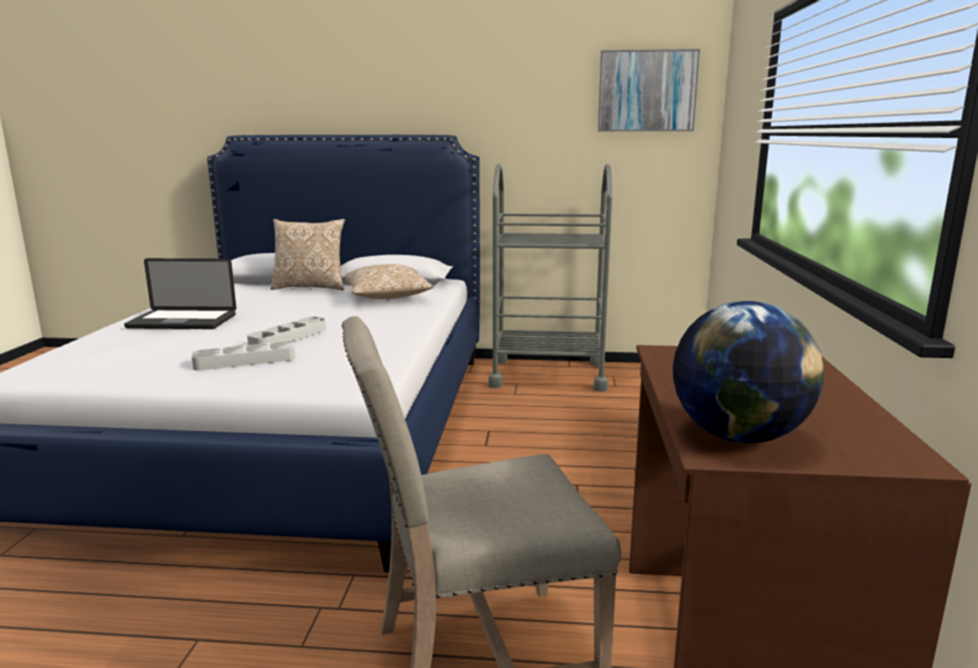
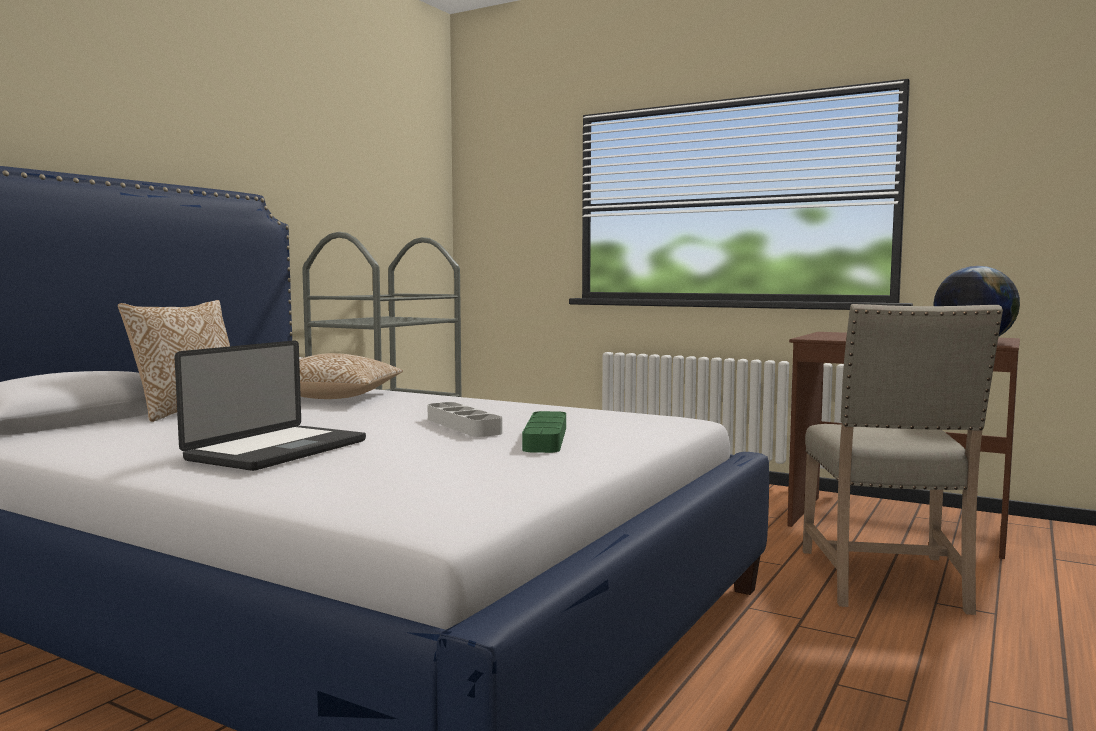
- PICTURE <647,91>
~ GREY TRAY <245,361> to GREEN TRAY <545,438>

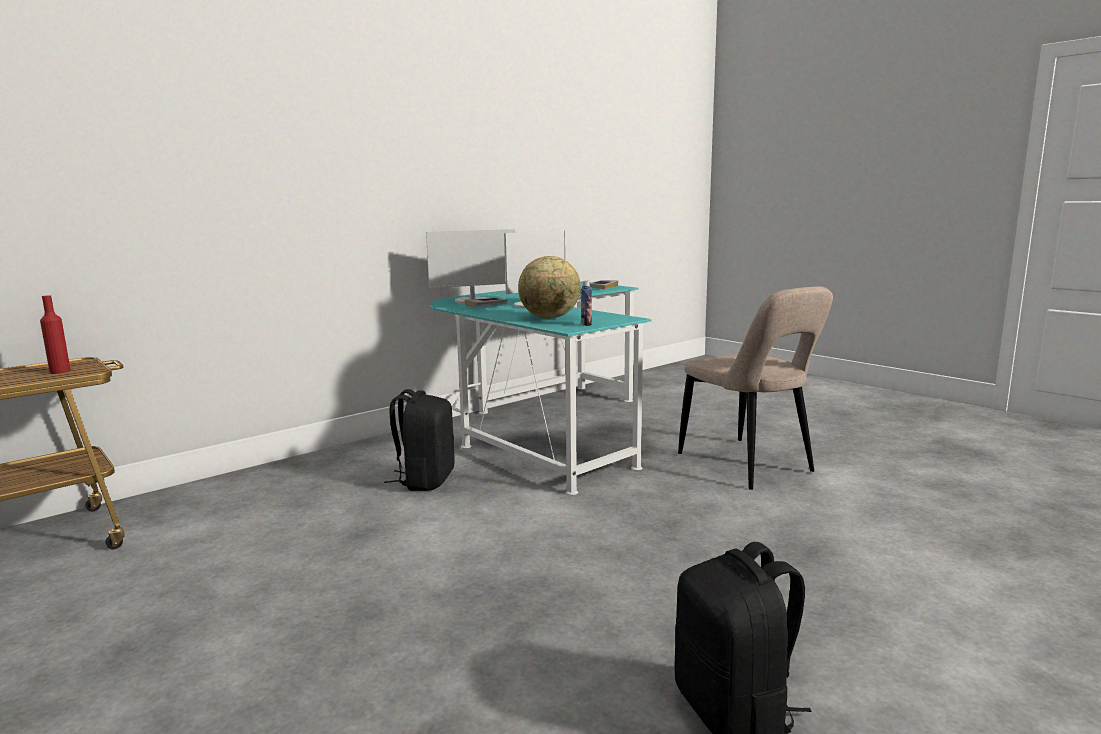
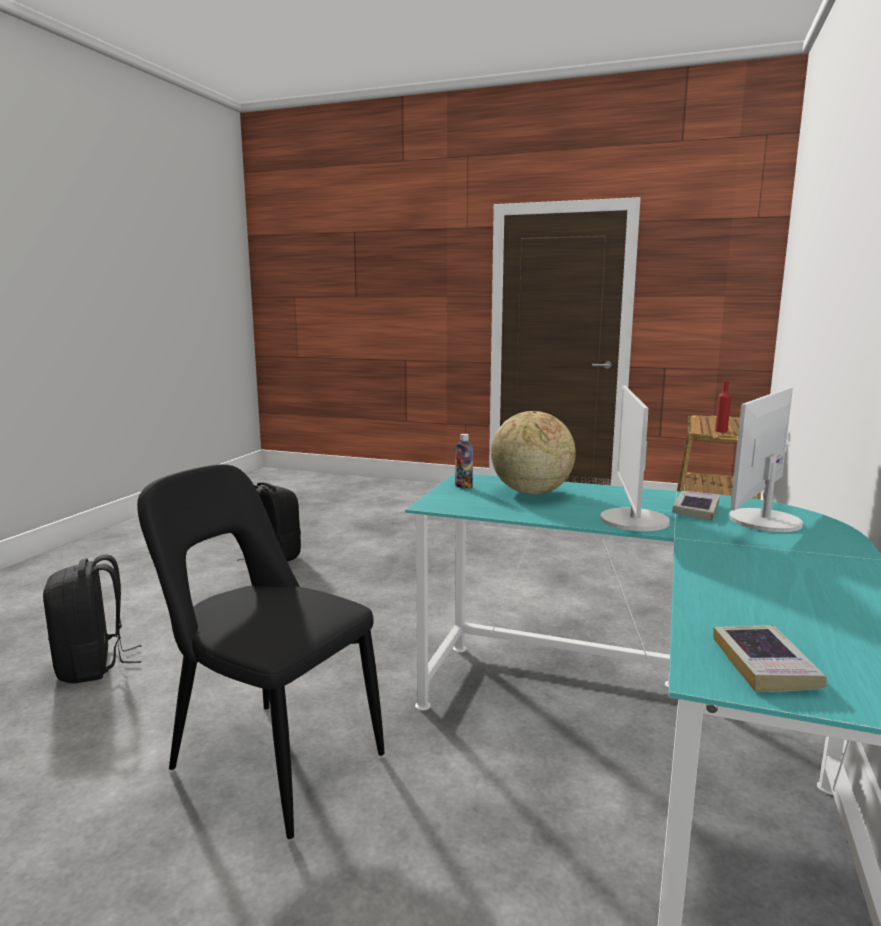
~ BEIGE CHAIR <749,465> to BLACK CHAIR <270,759>
~ BLACK BACKPACK <425,480> to <93,666>

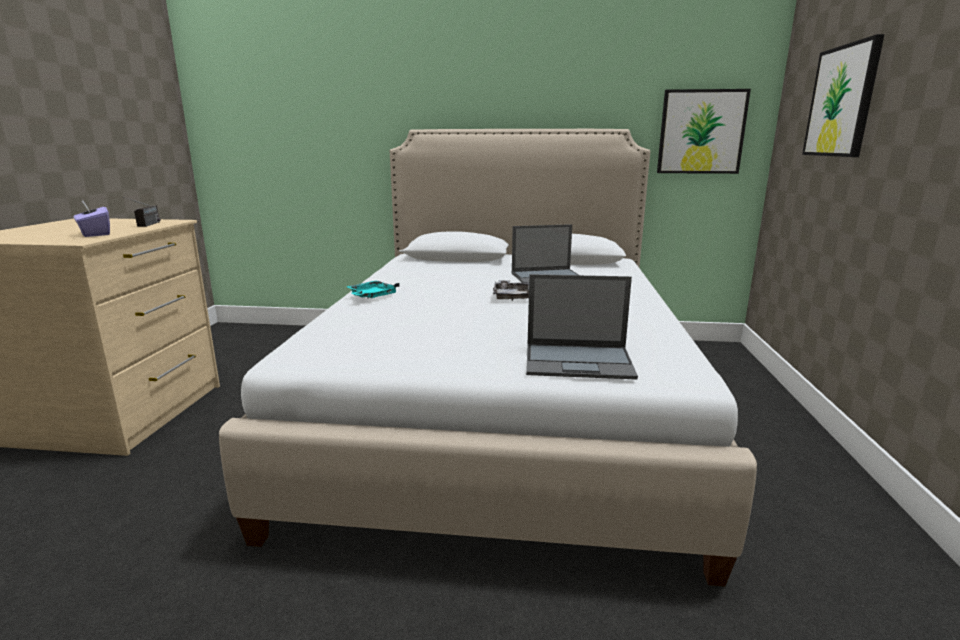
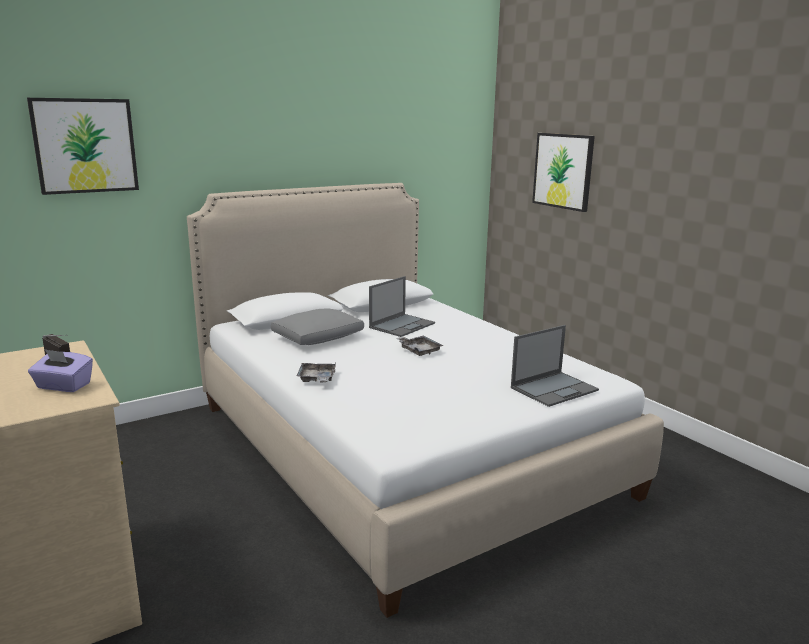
~ PICTURE <701,132> to <85,146>
~ TURQUOISE TRAY <371,296> to GREY TRAY <317,379>
+ GREY PILLOW <318,337>

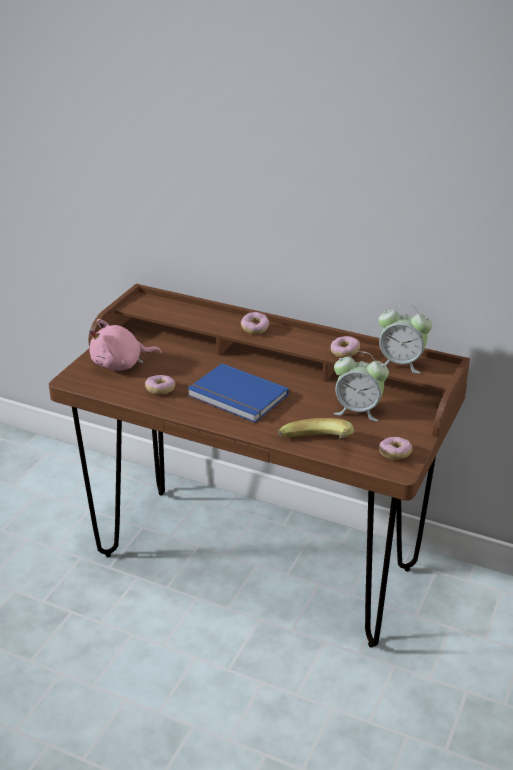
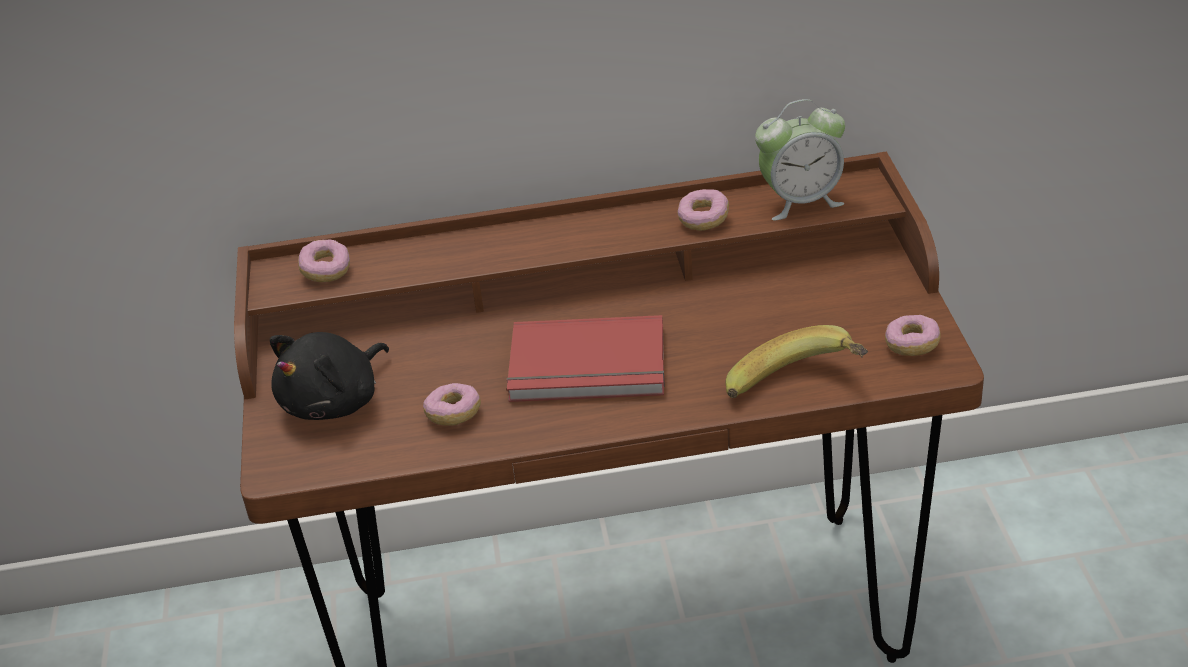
~ DONUT <255,329> to <326,271>
~ PINK PLUSH TOY <121,364> to BLACK PLUSH TOY <335,401>
- ALARM CLOCK <358,410>
~ BLUE BOOK <236,397> to RED BOOK <588,367>

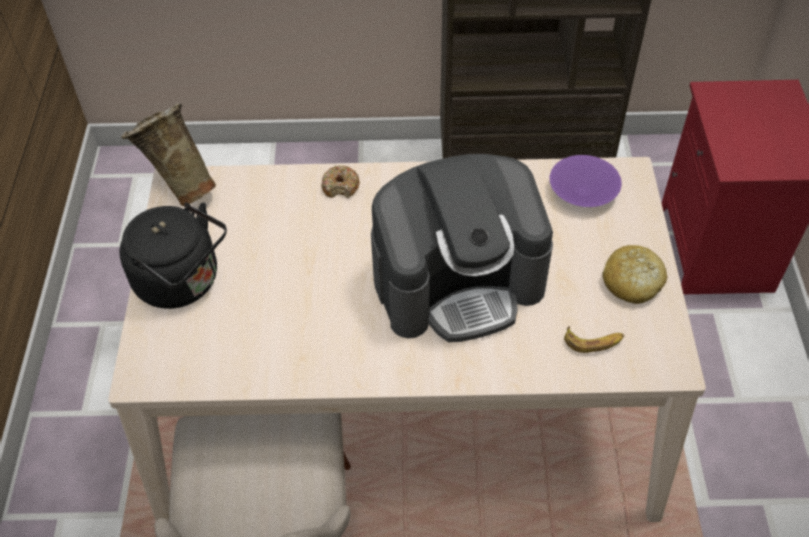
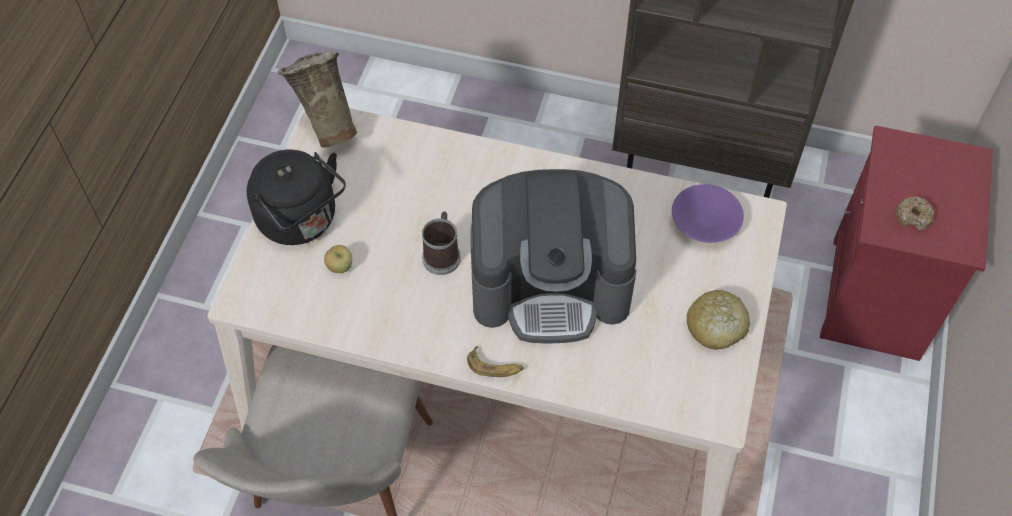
~ DONUT <341,187> to <913,217>
~ BANANA <593,341> to <495,366>
+ MUG <442,255>
+ APPLE <340,267>

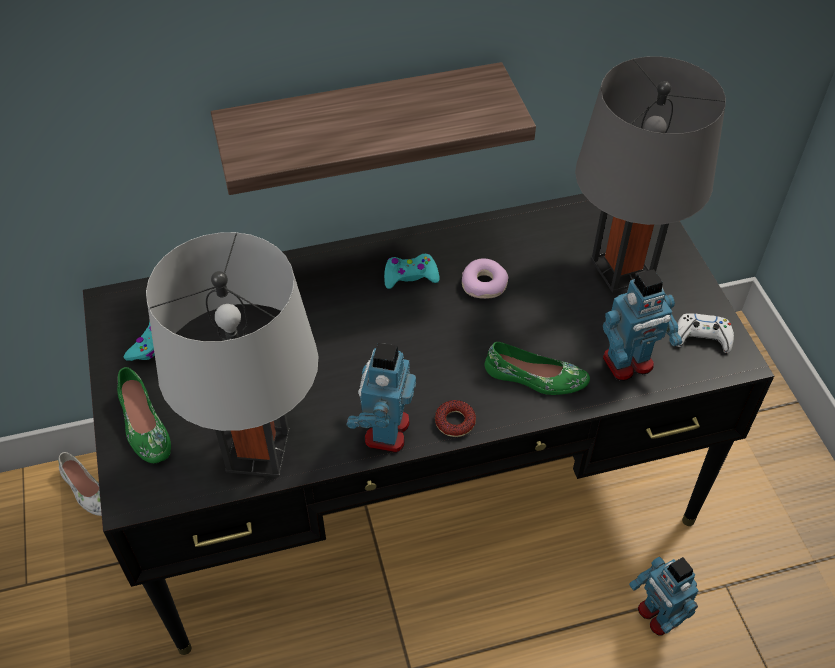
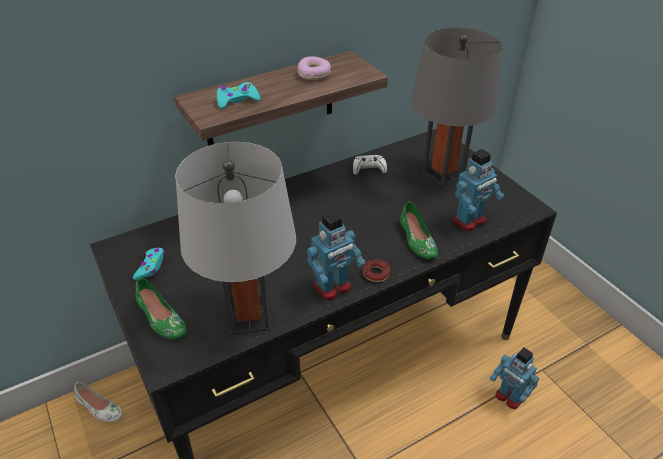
~ TURQUOISE GAME CONTROLLER <410,276> to <237,100>
~ DONUT <484,284> to <314,74>
~ WHITE GAME CONTROLLER <701,338> to <369,169>
~ GREEN SHOE <535,378> = <416,239> 75 degrees clockwise
~ TOY ROBOT <385,431> = <333,288> 120 degrees counterclockwise

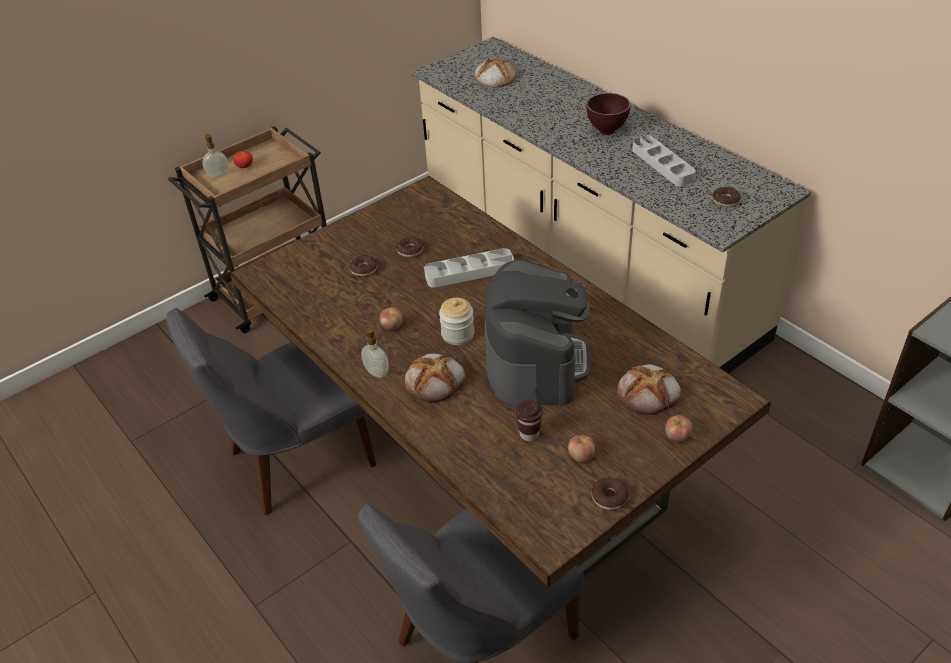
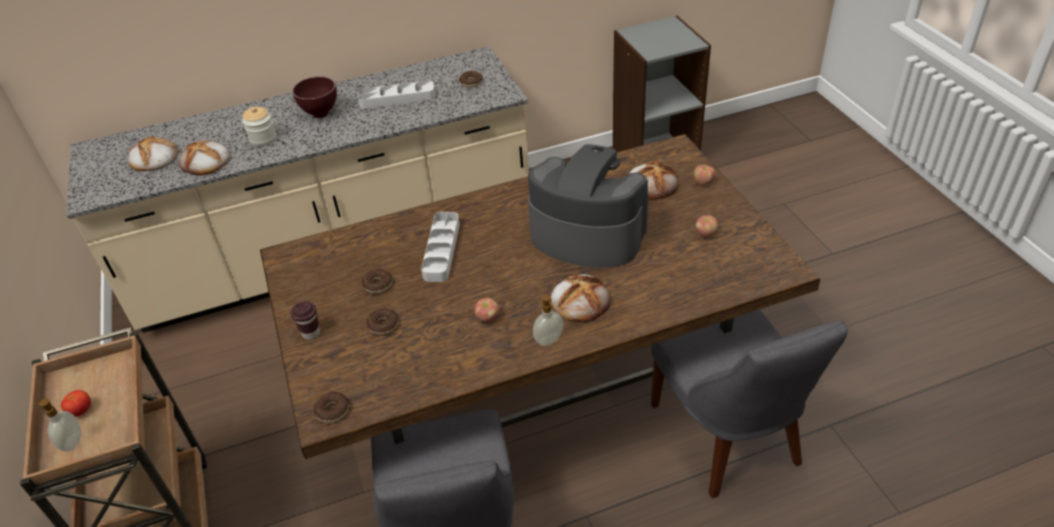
~ JAR <458,334> to <263,139>
~ BROWN CUP <529,434> to <311,333>
~ DONUT <609,497> to <332,411>
+ BREAD <205,162>

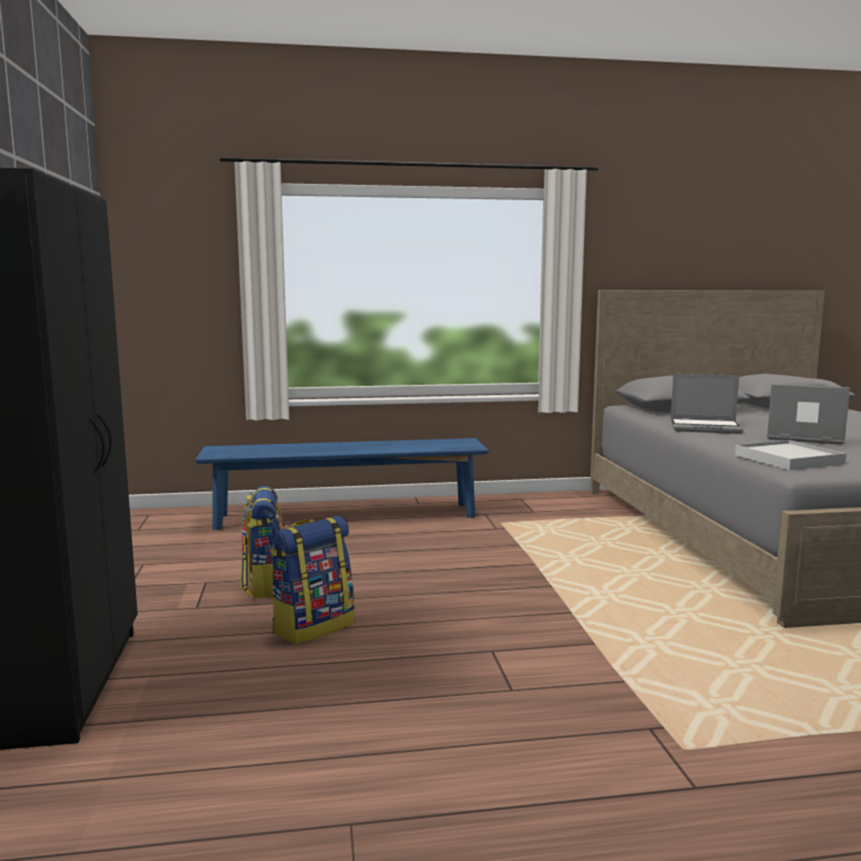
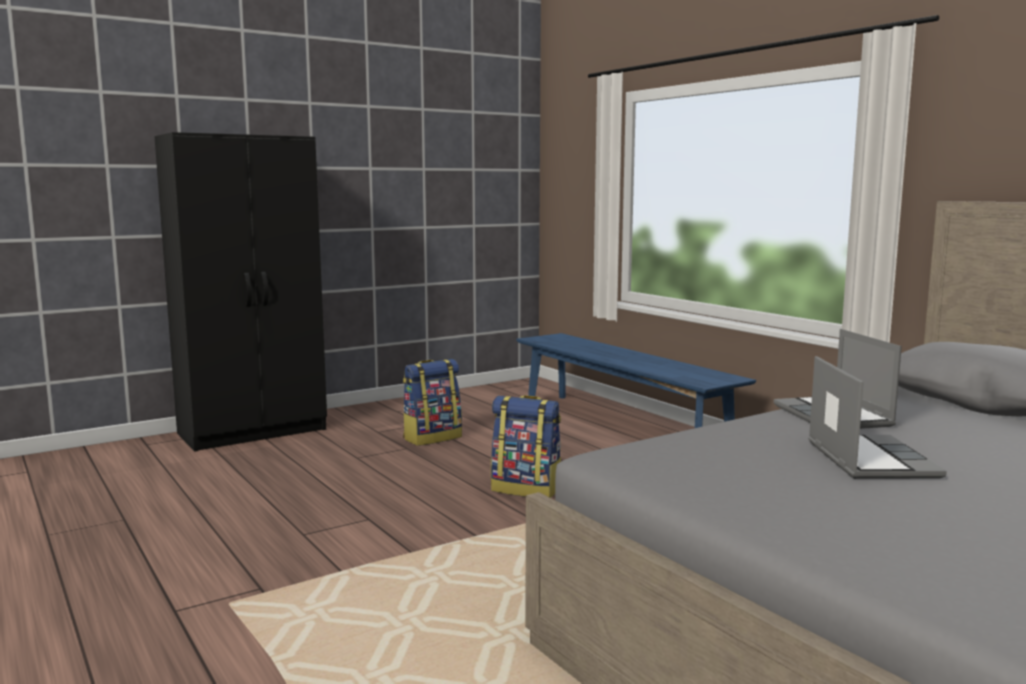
- WHITE TRAY <789,459>
~ BACKPACK <313,627> to <527,489>

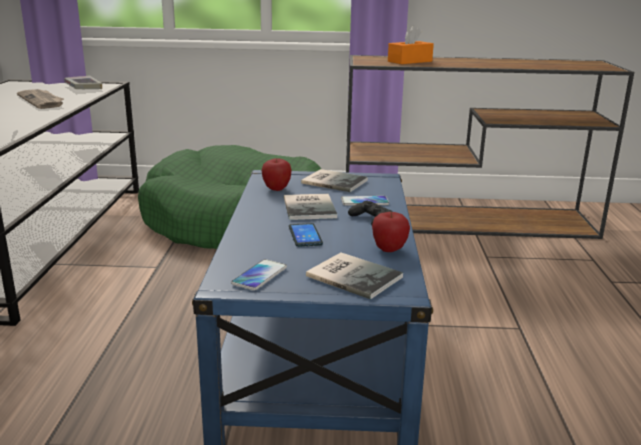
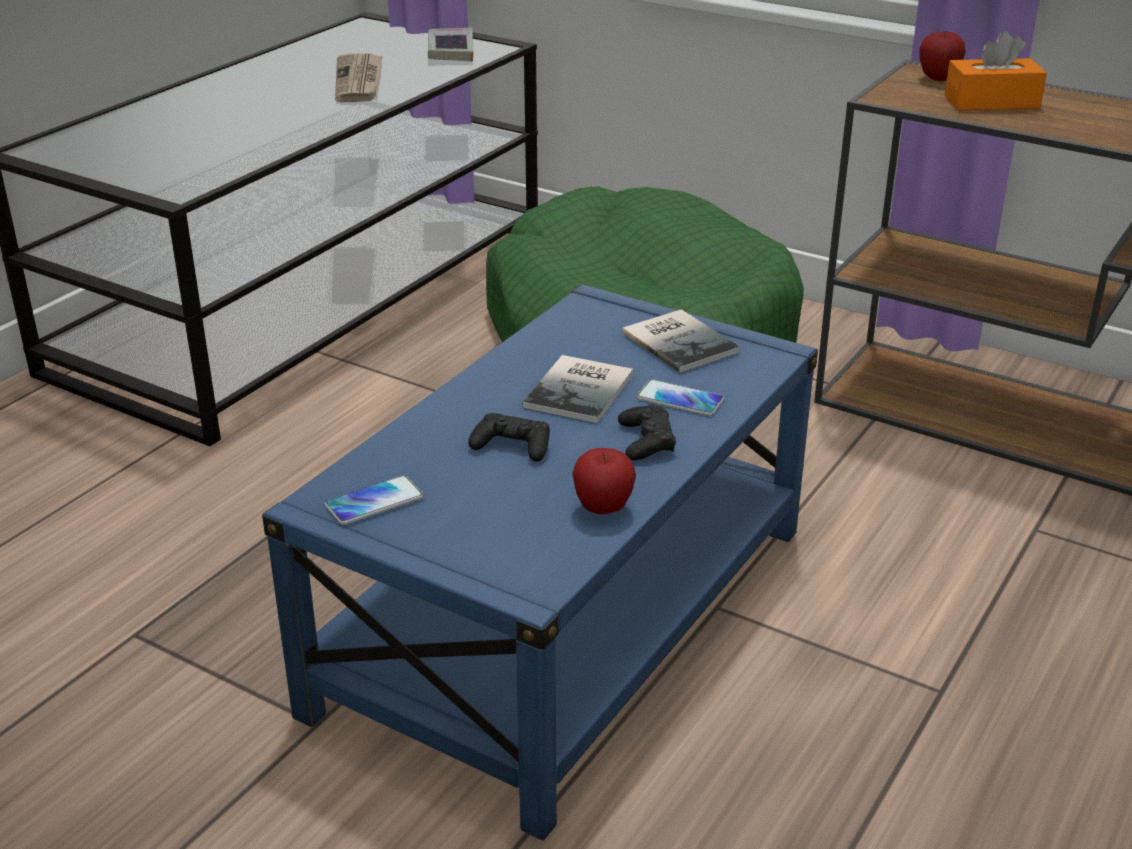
~ APPLE <276,189> to <938,79>
~ PHONE <305,235> to BLACK GAME CONTROLLER <512,445>
- BOOK <353,275>

